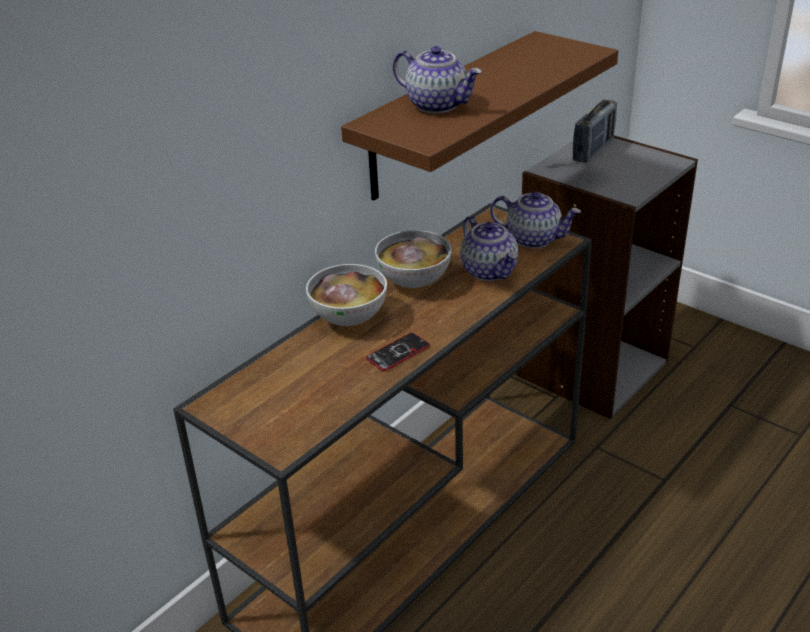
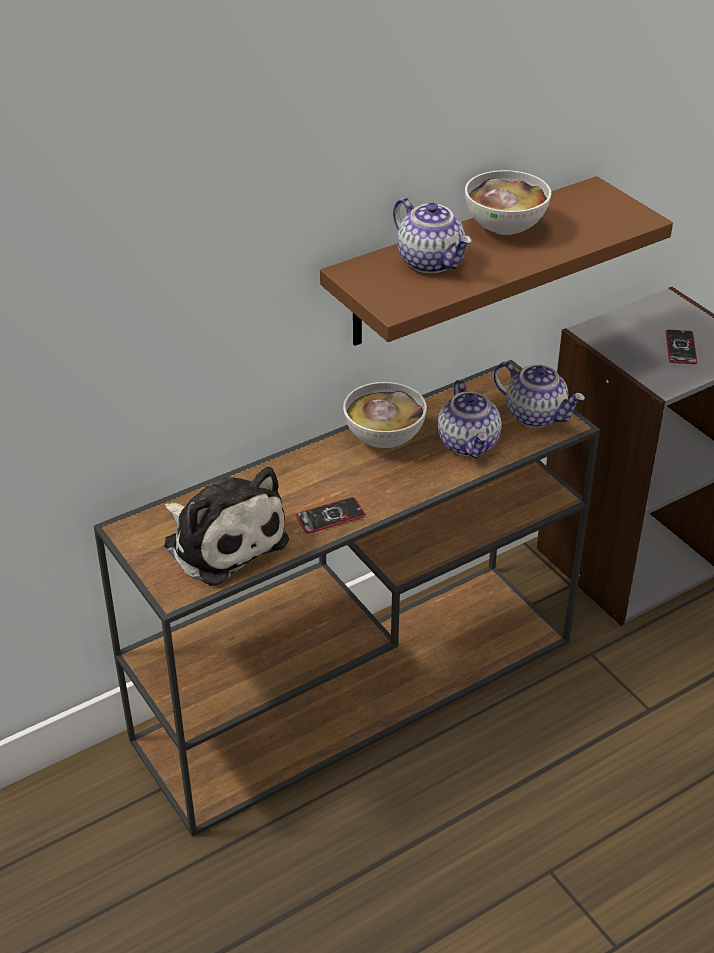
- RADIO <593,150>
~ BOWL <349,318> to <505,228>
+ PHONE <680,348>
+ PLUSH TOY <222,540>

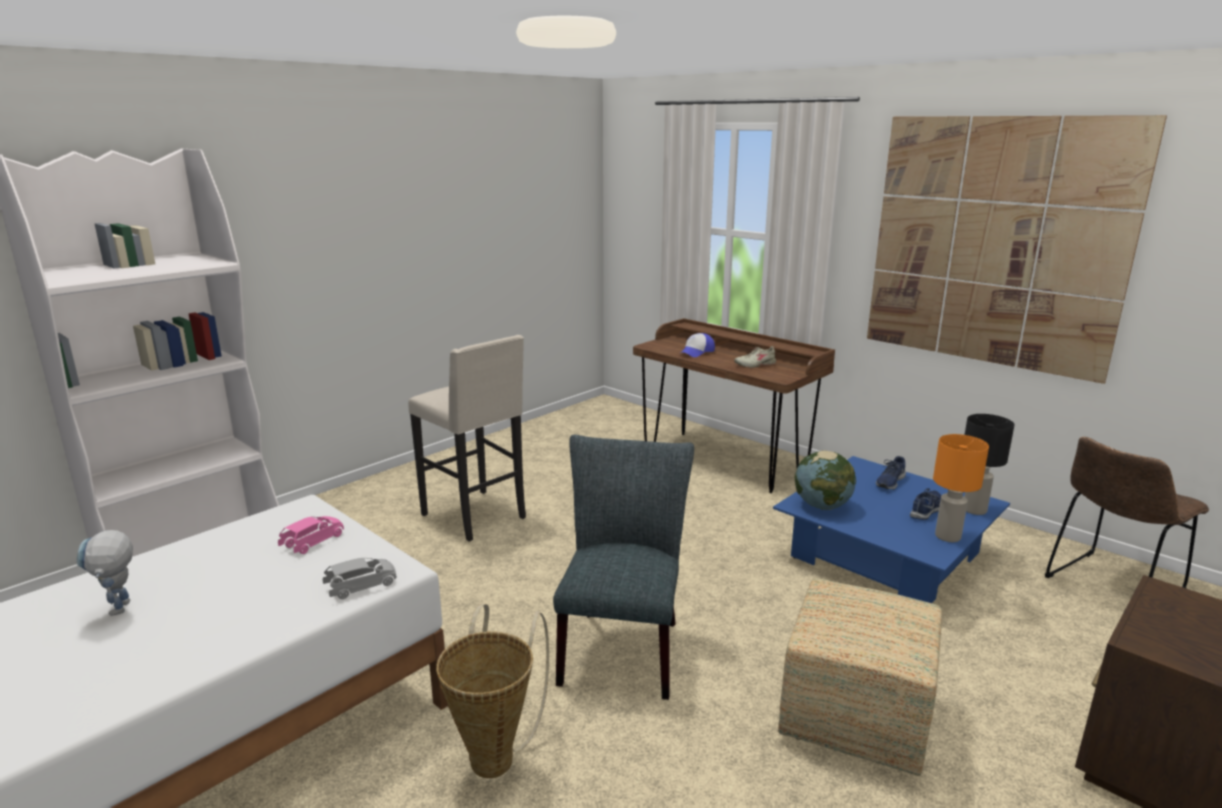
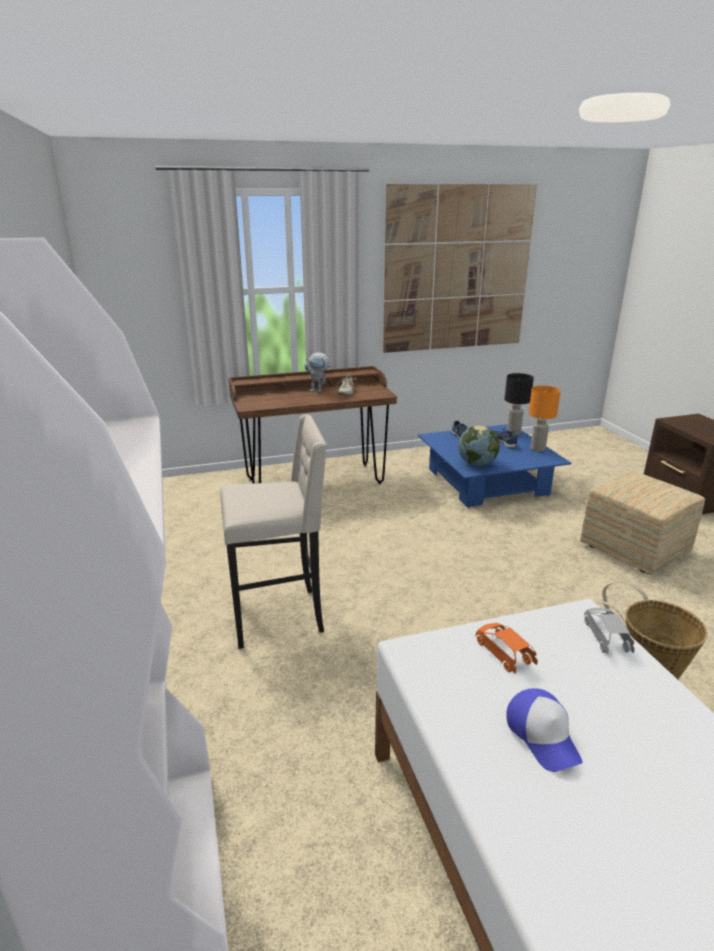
~ CAP <697,352> to <543,736>
- GREY CHAIR <622,646>
- BROWN CHAIR <1109,587>
~ PINK TOY CAR <313,542> to ORANGE TOY CAR <503,654>
~ TOY ROBOT <120,612> to <319,391>

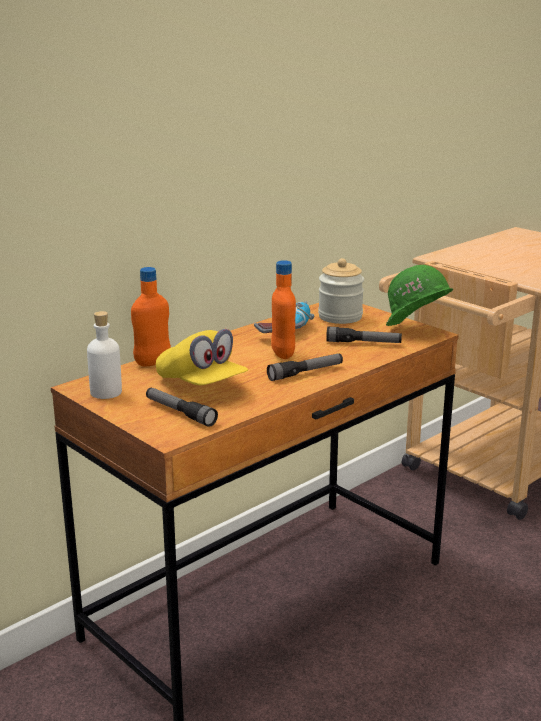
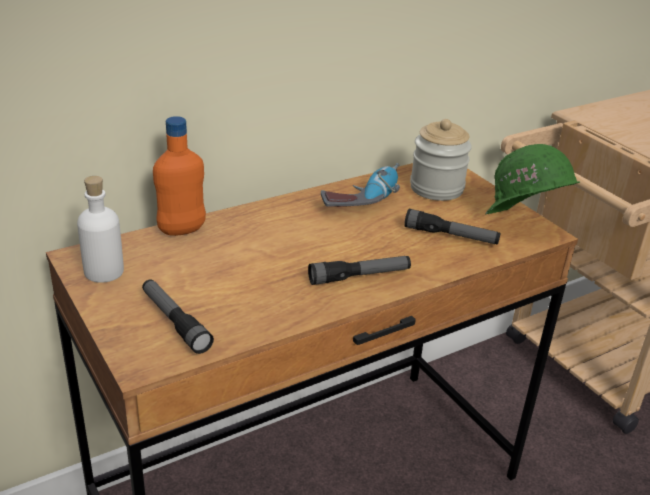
- ORANGE BOTTLE <283,354>
- YELLOW CAP <202,384>

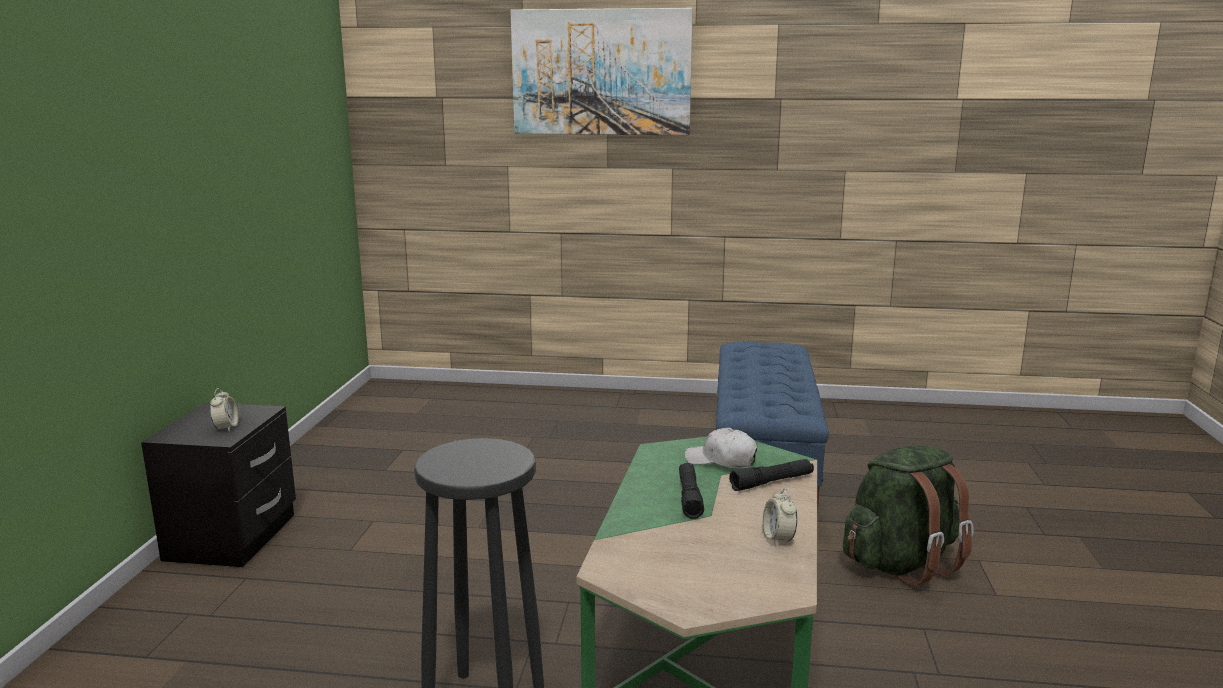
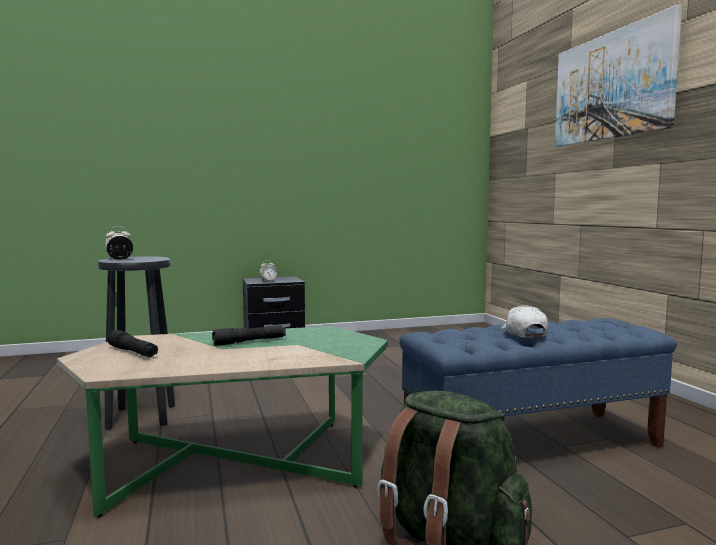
~ WHITE CAP <721,461> to <523,333>
~ BLACK FLASHLIGHT <772,482> to <133,352>
~ ALARM CLOCK <778,539> to <119,259>

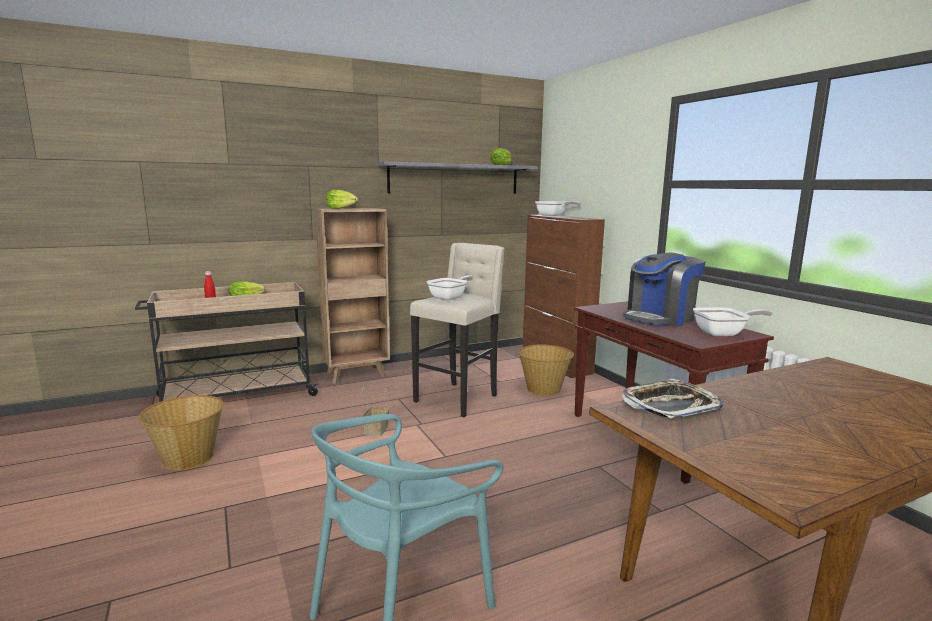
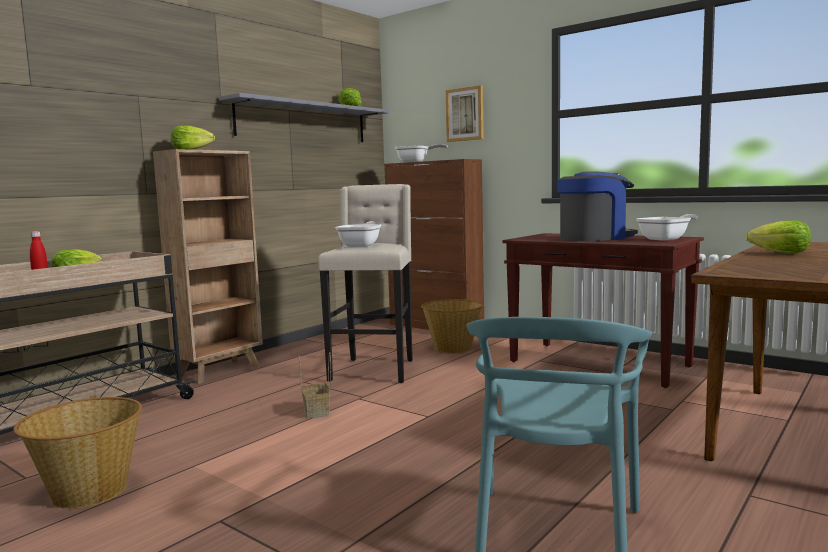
~ COFFEE MACHINE <659,318> = <594,238> 135 degrees counterclockwise
- TRAY <670,405>
+ PICTURE <465,114>
+ LETTUCE <780,253>

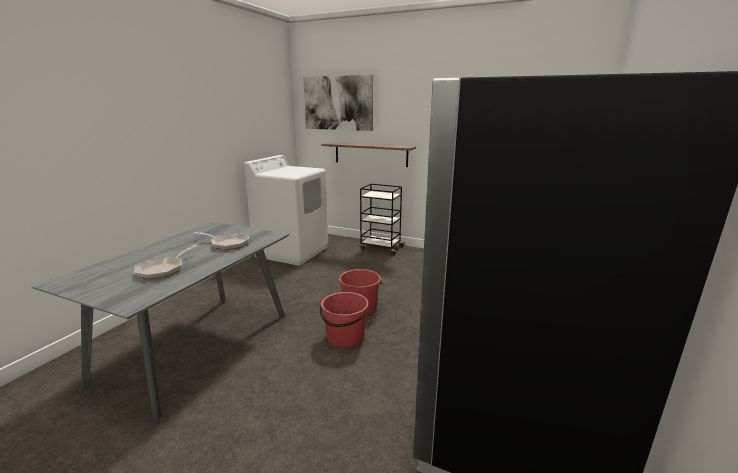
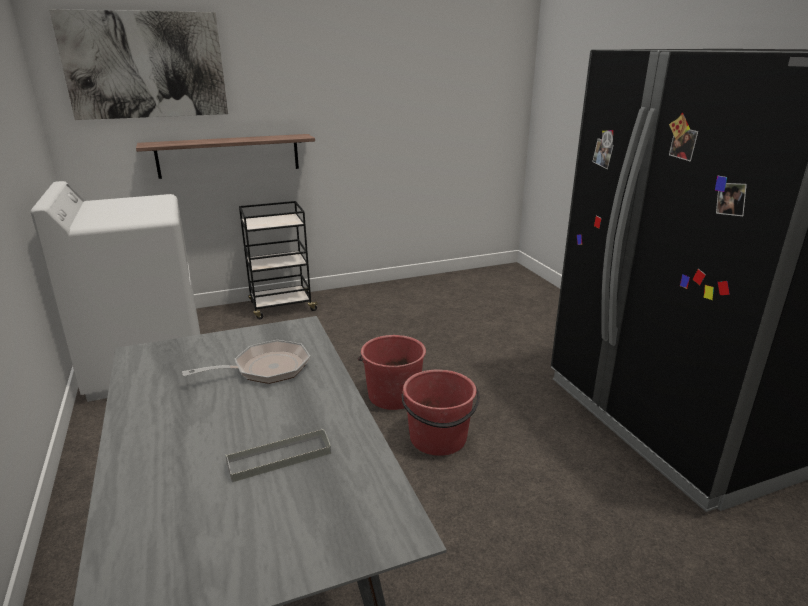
~ FRYING PAN <163,269> to GREY TRAY <279,458>

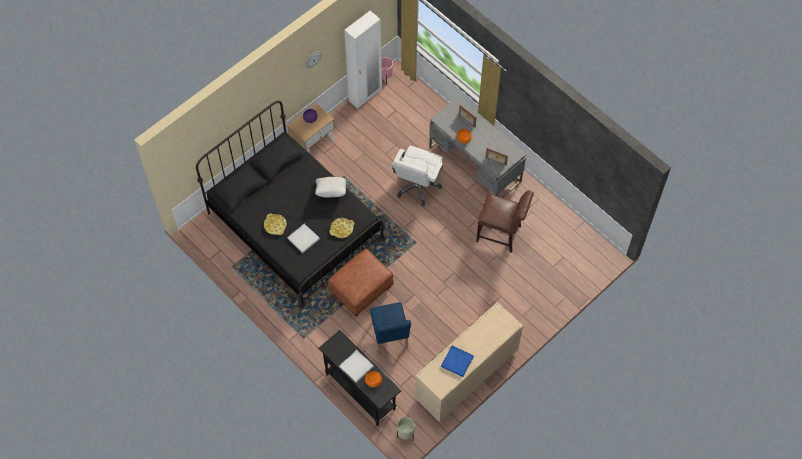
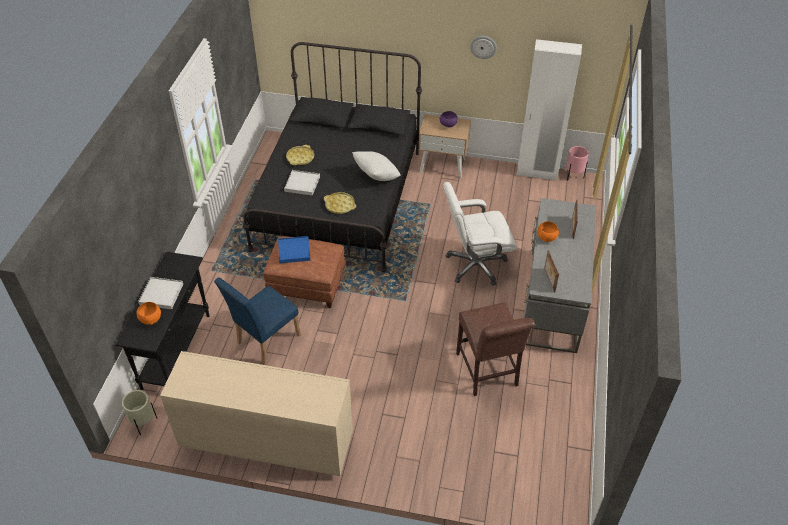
~ BLUE TRAY <457,362> to <294,251>

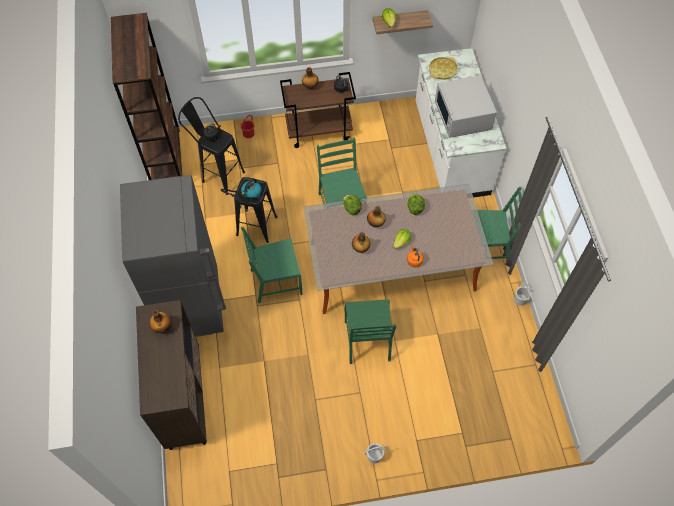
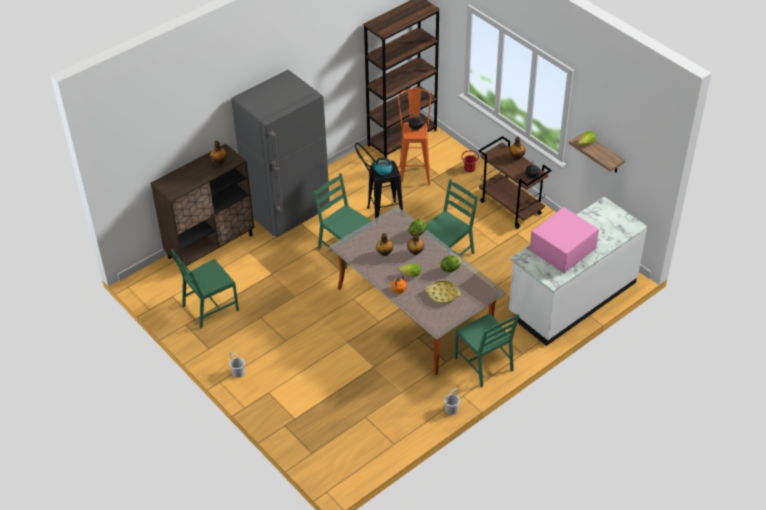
~ YELLOW TRAY <442,70> to <442,294>
~ WHITE MICROWAVE <462,116> to PINK MICROWAVE <562,250>
~ BLACK STOOL <218,174> to ORANGE STOOL <414,171>
~ GREEN CHAIR <368,341> to <210,308>

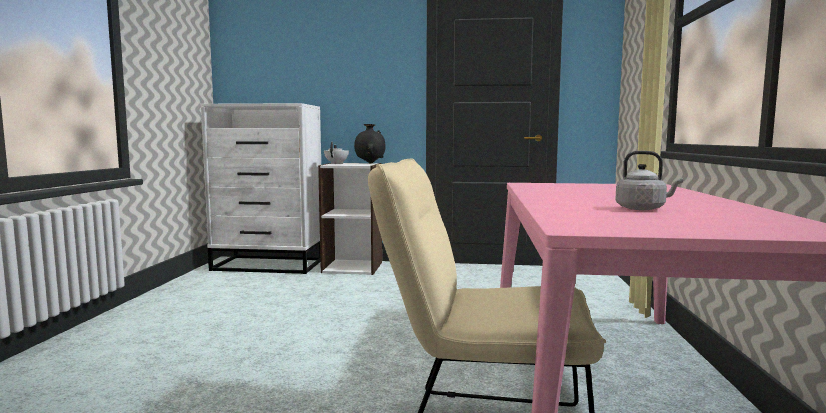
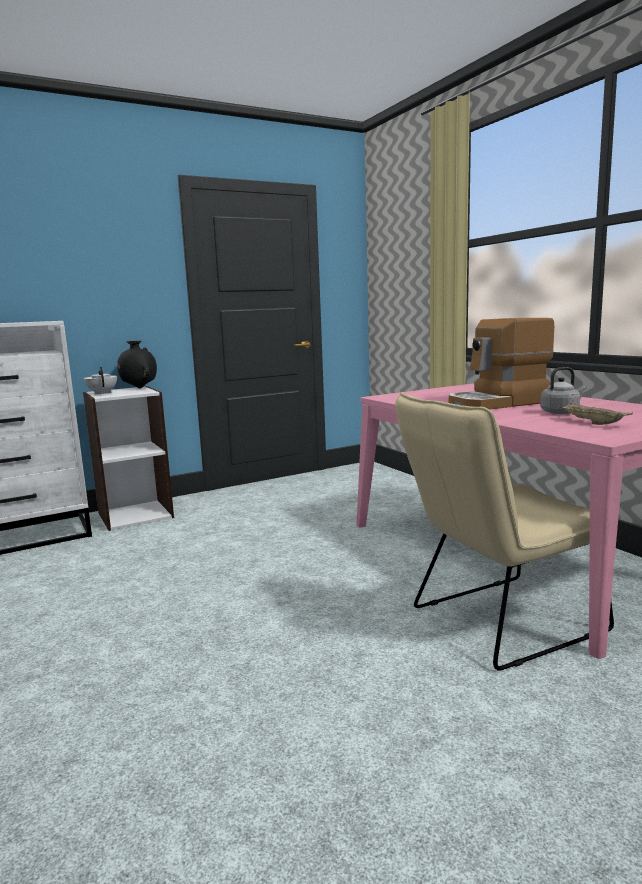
+ COFFEE MACHINE <498,403>
+ BEIGE TRAY <591,423>

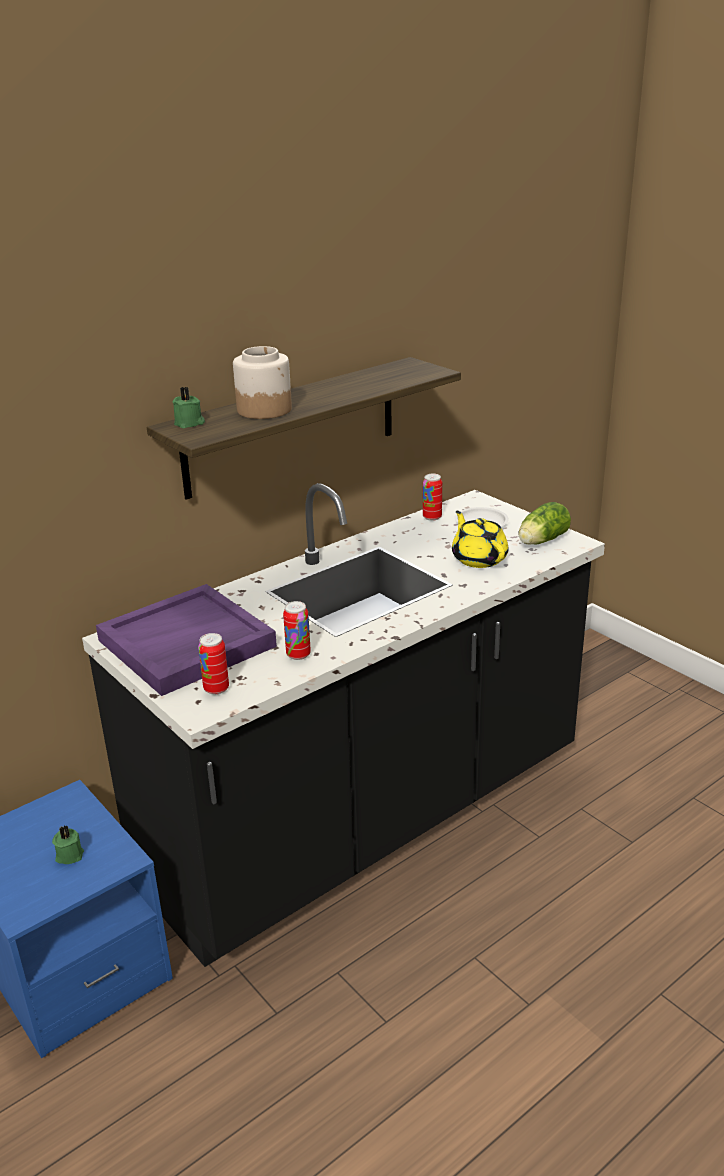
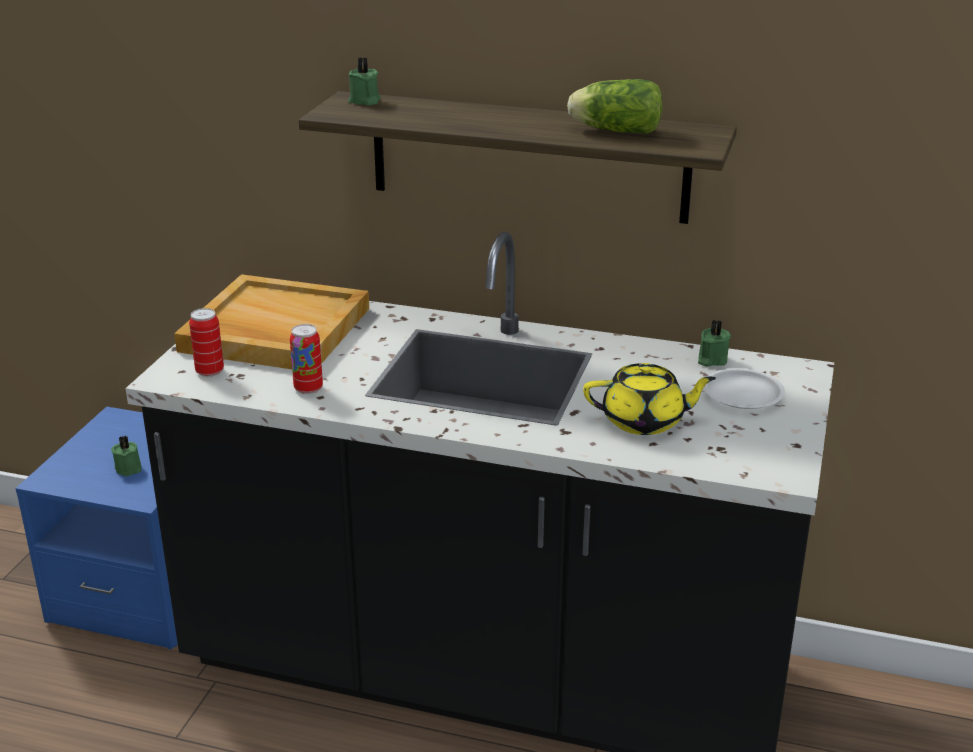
- JAR <264,410>
~ CAN <432,517> to GREEN CANDLE <711,360>
~ LETTUCE <540,541> to <613,130>
~ YELLOW TEAPOT <479,558> = <644,421> 60 degrees clockwise
~ PURPLE TRAY <186,644> to BEIGE TRAY <274,330>

